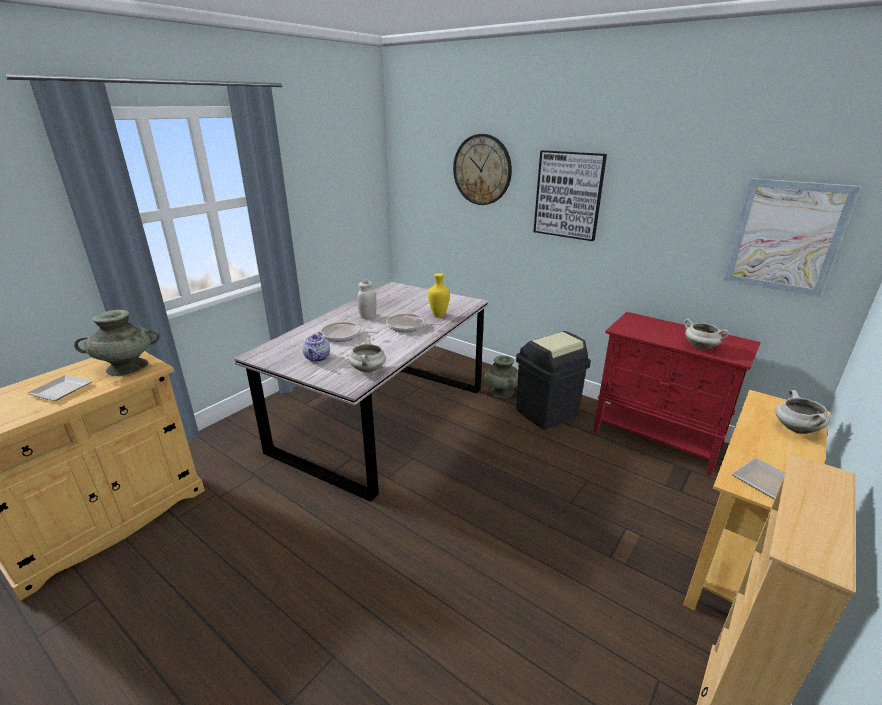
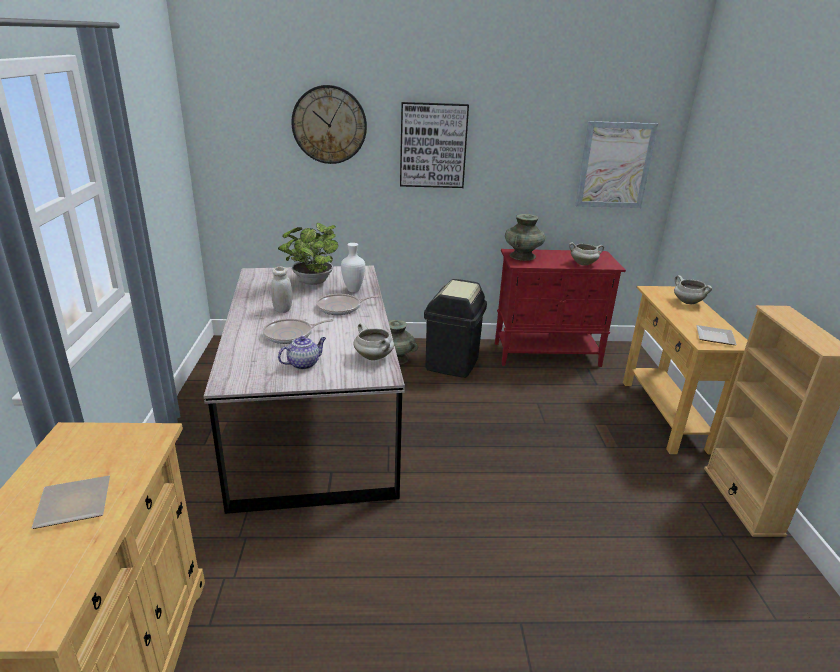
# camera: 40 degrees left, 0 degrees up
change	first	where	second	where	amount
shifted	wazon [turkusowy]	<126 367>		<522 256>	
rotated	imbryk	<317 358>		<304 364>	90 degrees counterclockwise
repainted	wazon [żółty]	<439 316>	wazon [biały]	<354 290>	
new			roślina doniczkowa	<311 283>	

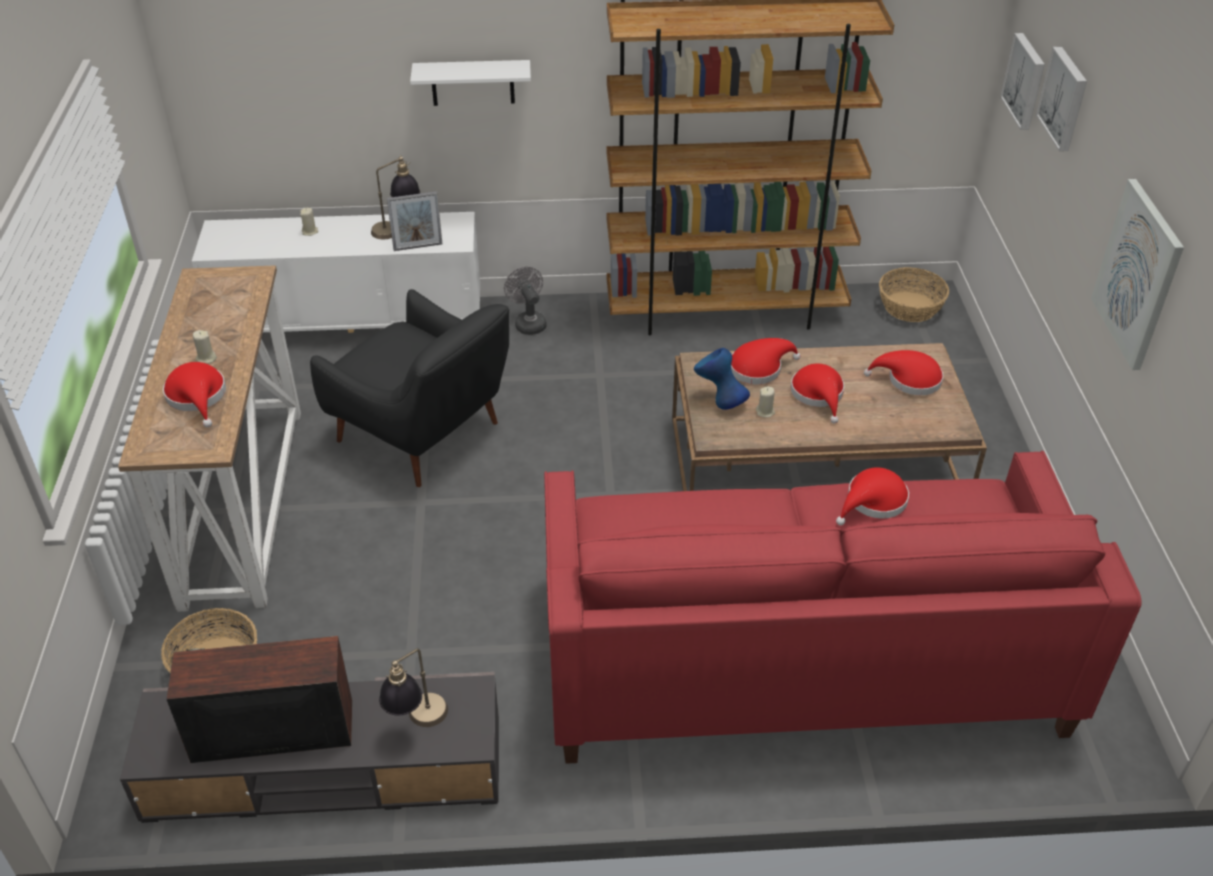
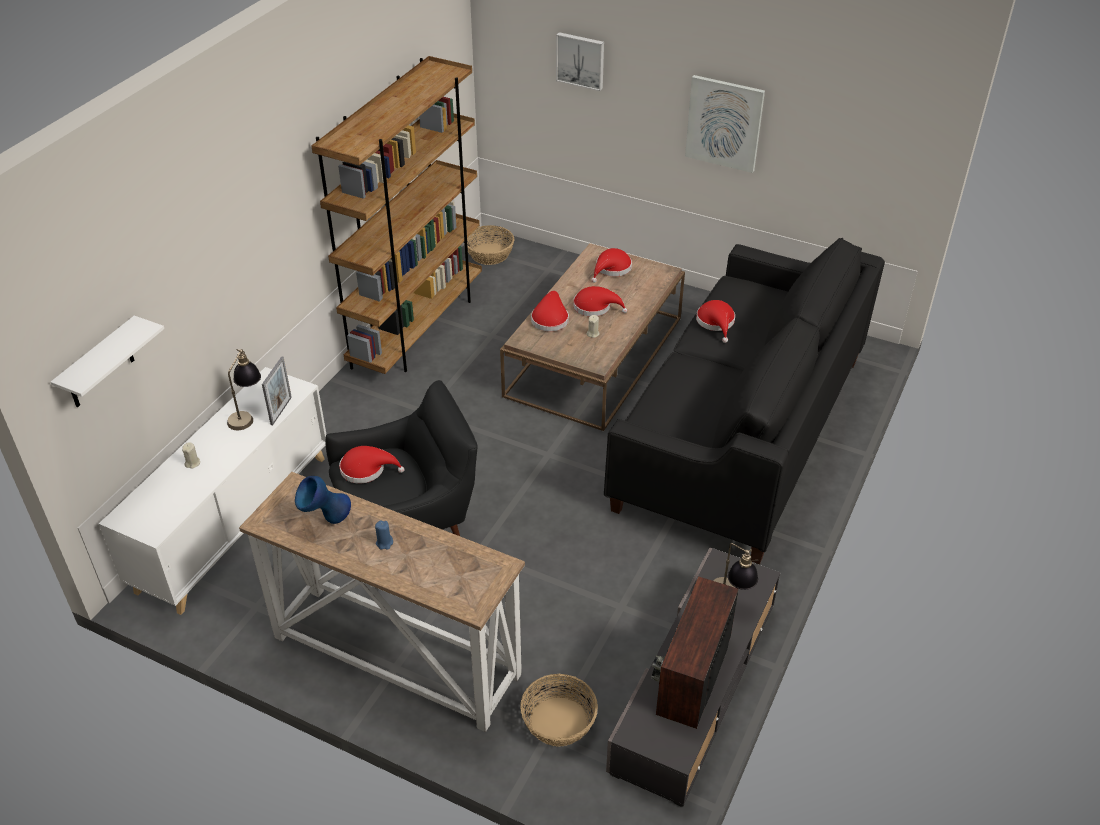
# camera: 60 degrees left, 0 degrees up
change	first	where	second	where	amount
shifted	kapelusz [czerwony]	<198 397>		<366 469>	
repainted	świeca [beżowy]	<206 358>	świeca [niebieski]	<384 543>	
shifted	półka [biały]	<472 82>		<99 365>	
gone	wentylator [szary]	<528 323>			
repainted	kanapa [czerwony]	<799 656>	kanapa [czarny]	<740 432>	
shifted	wazon [niebieski]	<719 402>		<326 520>	
gone	obraz	<1026 81>			

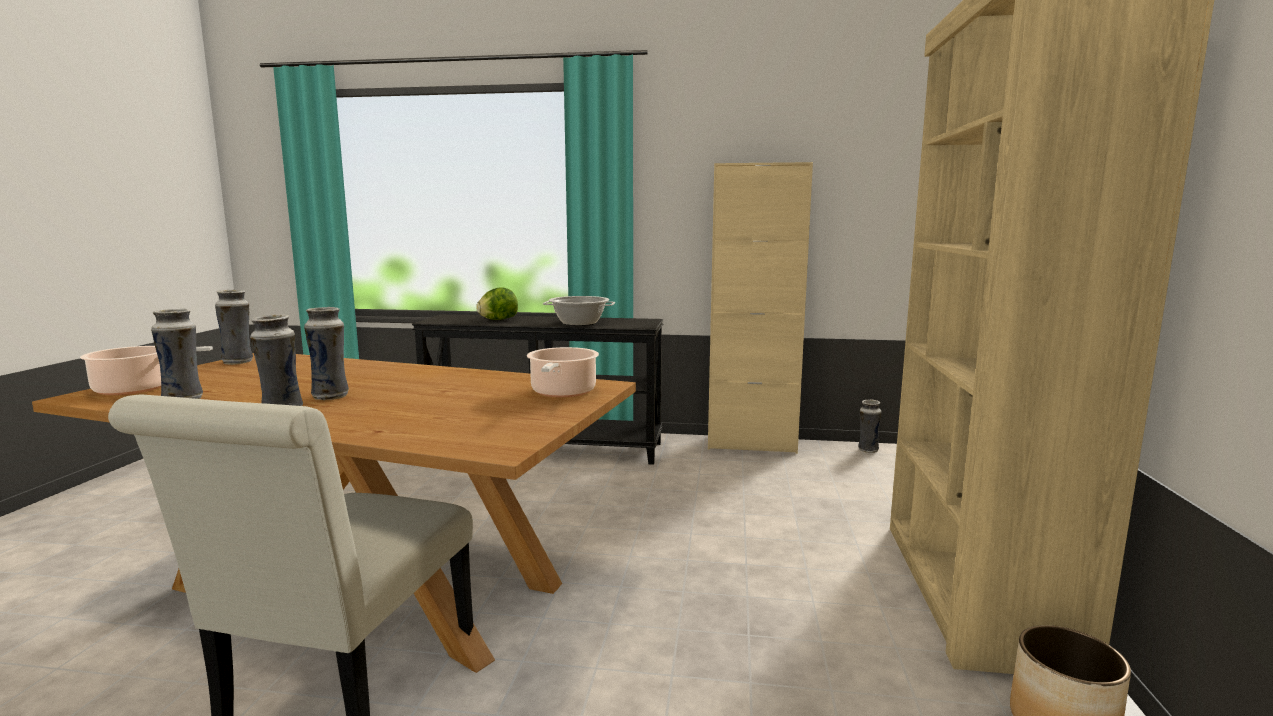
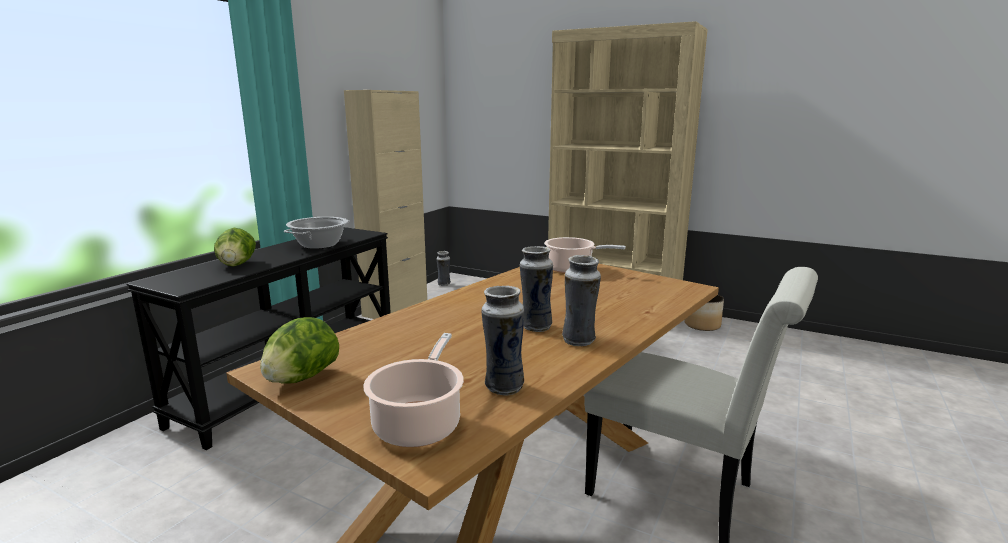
# camera: 70 degrees left, 5 degrees up
change	first	where	second	where	amount
swapped	wazon	<238 362>	sałata	<302 378>	

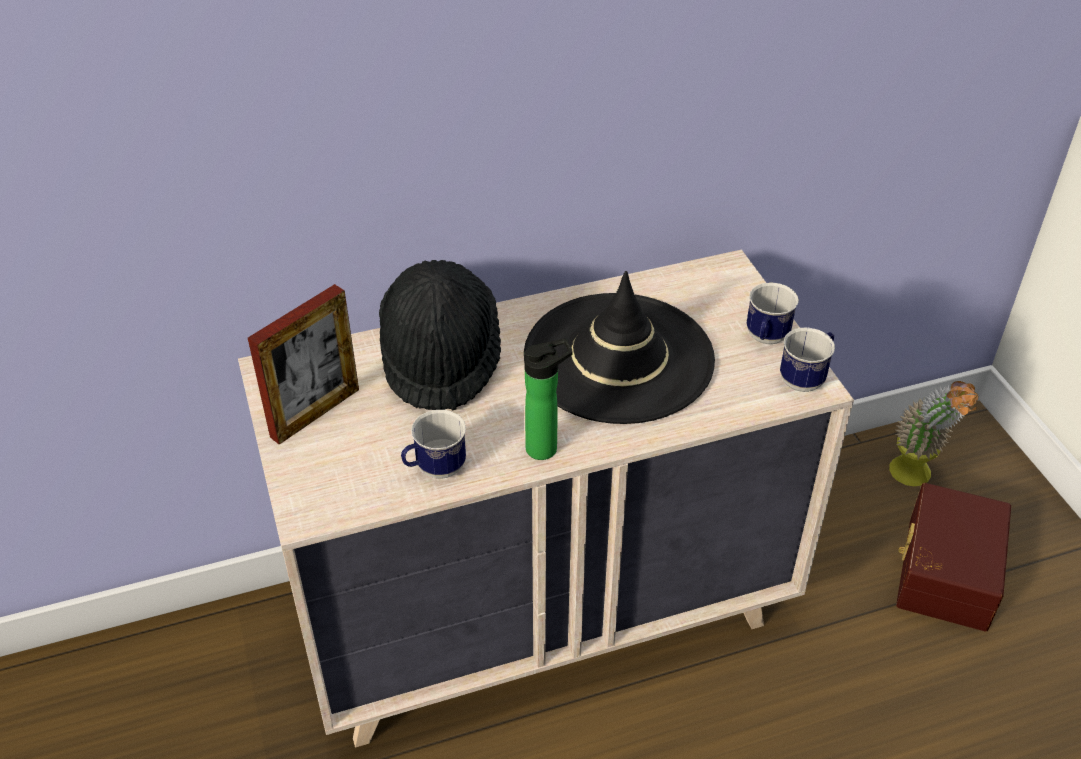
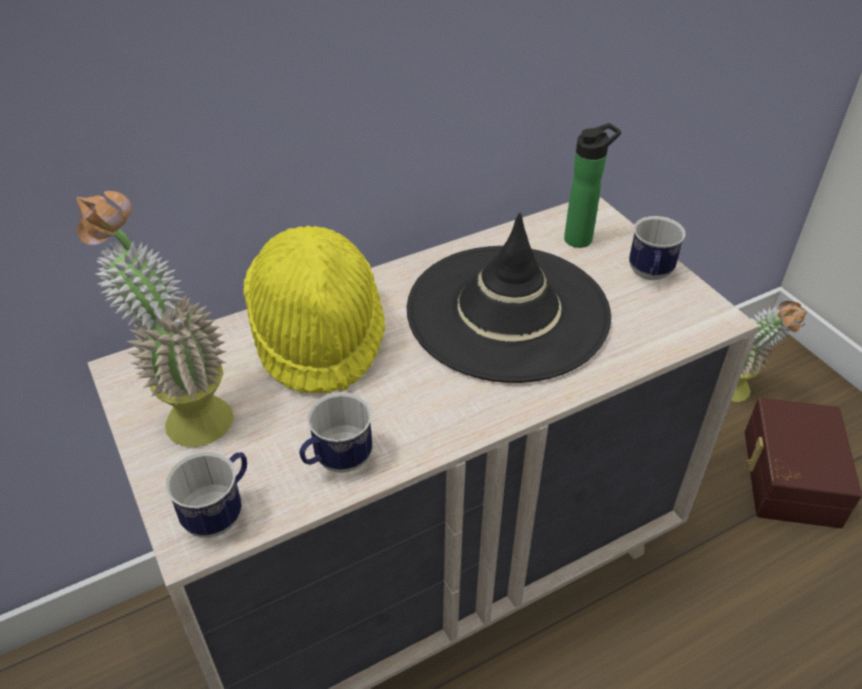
# camera: 10 degrees left, 0 degrees up
change	first	where	second	where	amount
swapped	ramka na zdjęcie	<315 413>	roślina doniczkowa	<186 413>	
repainted	kapelusz [czarny]	<440 358>	kapelusz [żółty]	<317 334>	
shifted	butelka	<546 447>		<581 238>	
shifted	kubek	<806 378>		<221 513>	

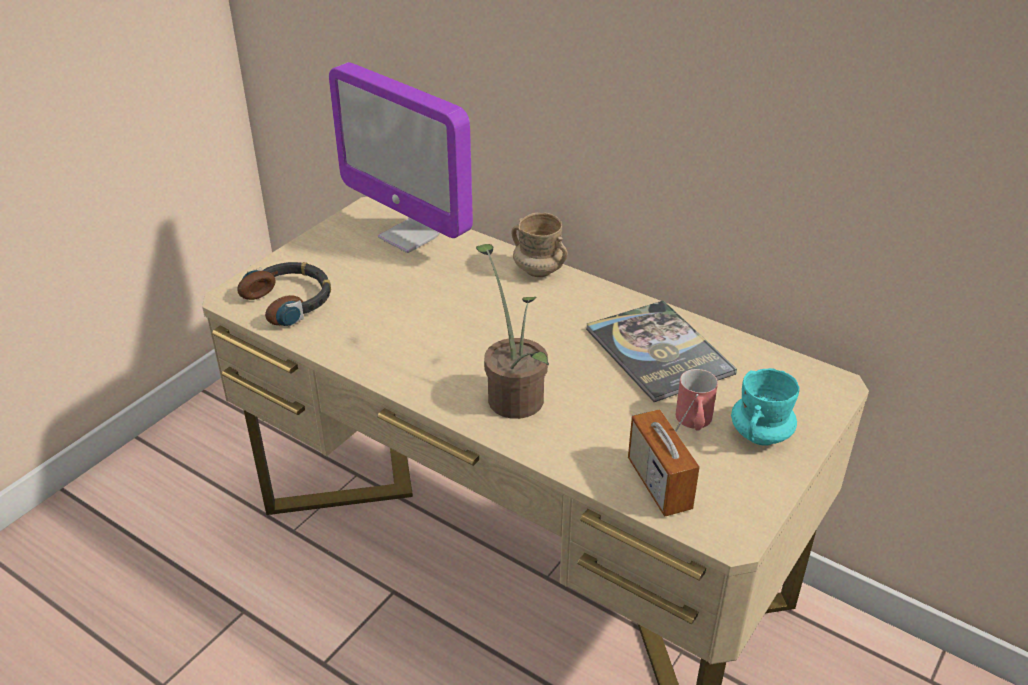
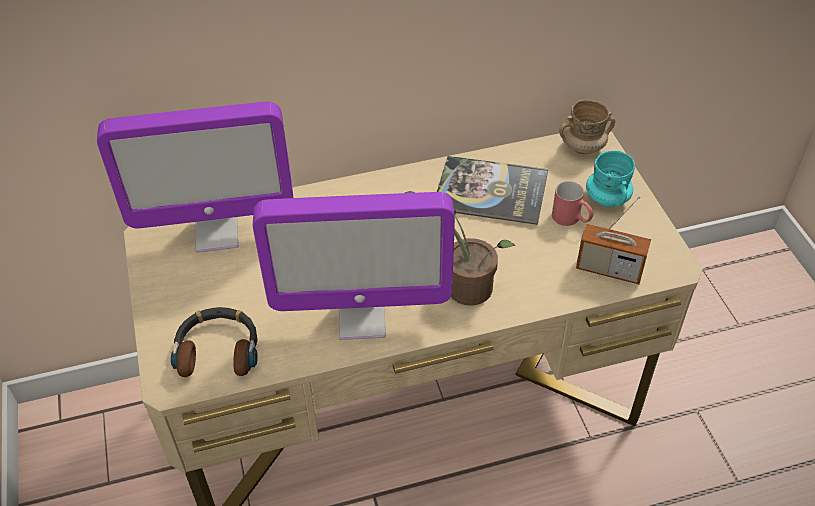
# camera: 50 degrees left, 10 degrees up
change	first	where	second	where	amount
shifted	kubek [beżowy]	<538 270>		<583 147>	
new			monitor	<362 319>	

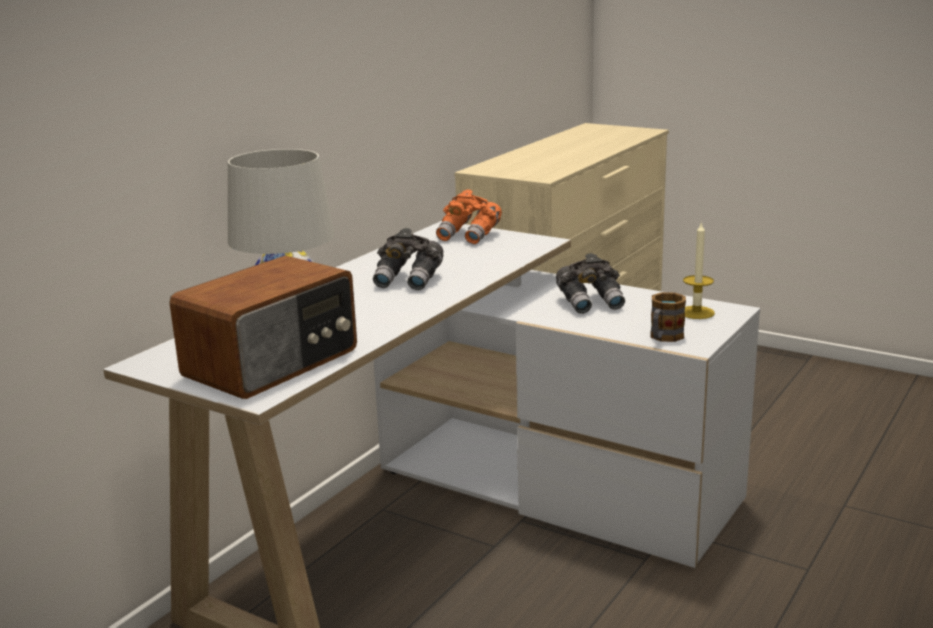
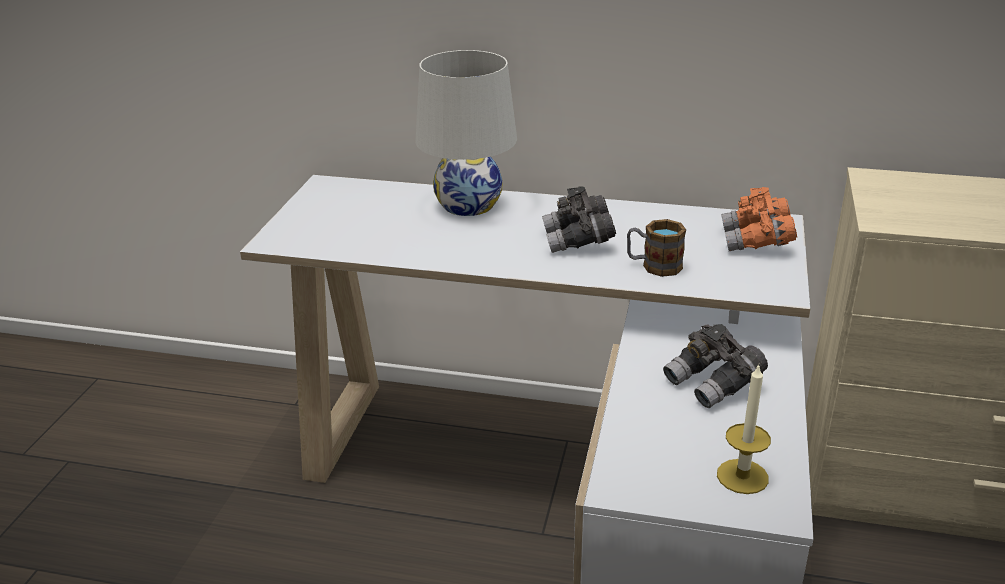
# camera: 70 degrees right, 10 degrees up
change	first	where	second	where	amount
gone	radio	<274 363>			
shifted	kubek	<664 338>		<653 266>	

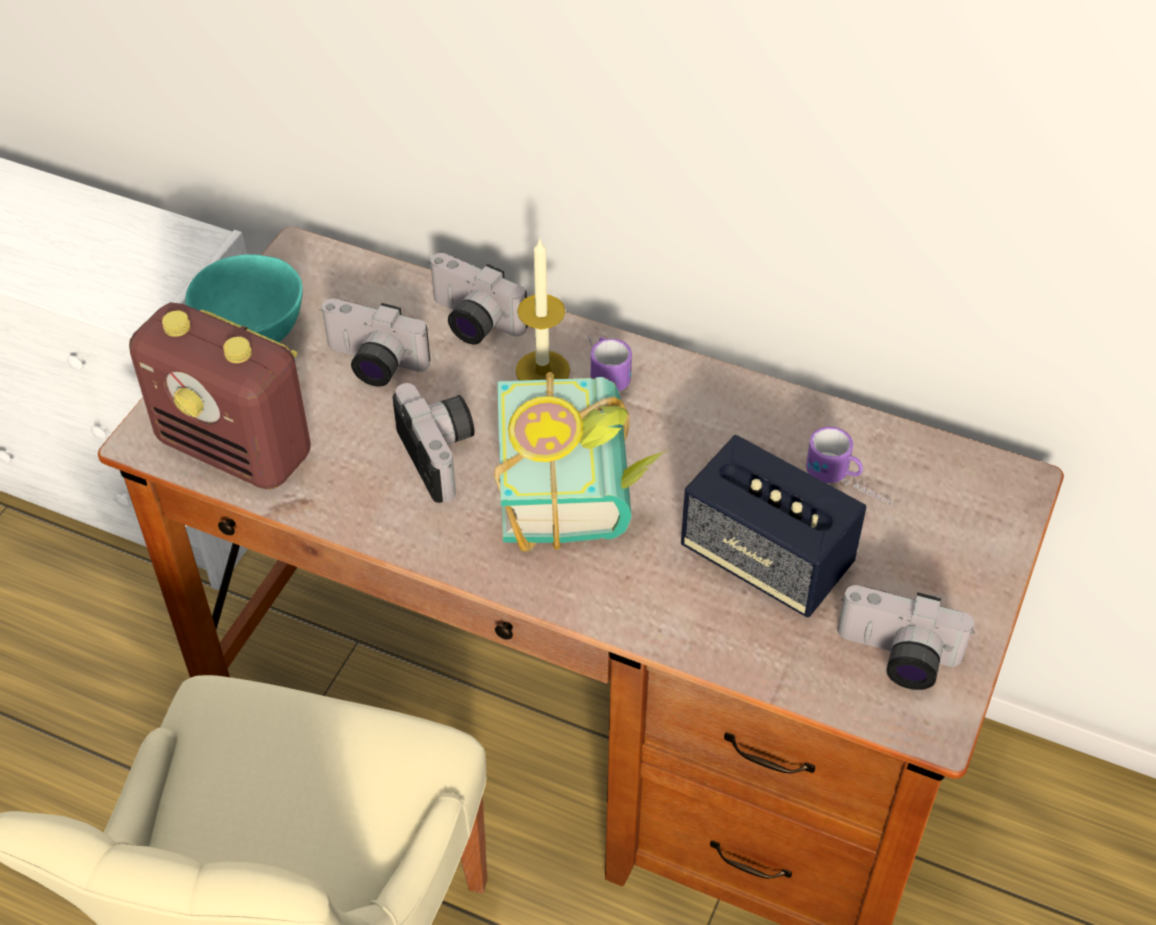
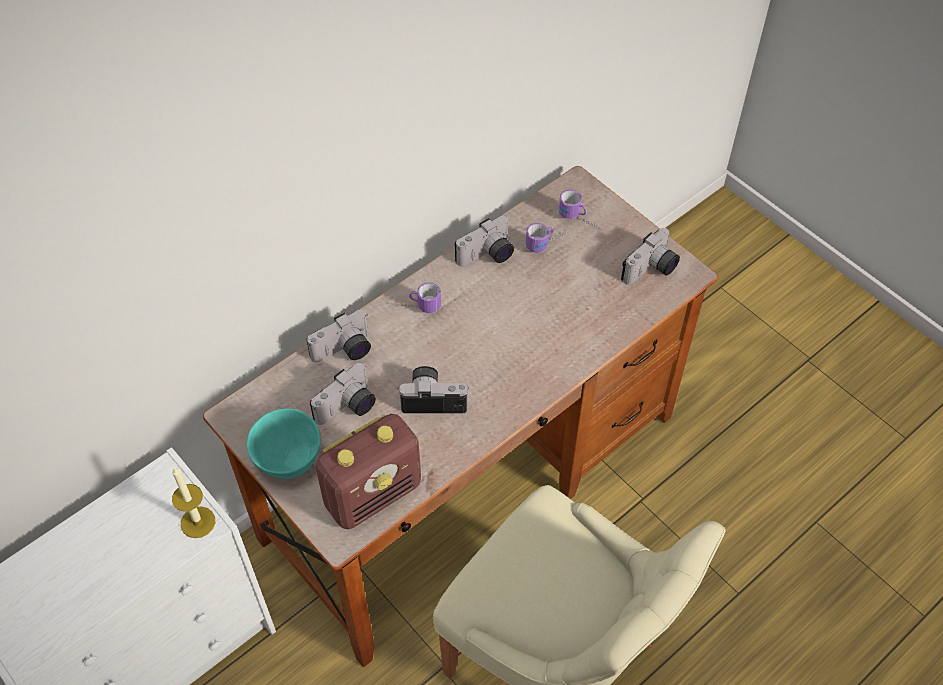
# camera: 65 degrees left, 5 degrees up
change	first	where	second	where	amount
gone	książka	<581 486>			
shifted	świeca	<542 370>		<198 522>	
gone	głośnik	<766 558>			
new			aparat fotograficzny	<487 256>	
new			kubek	<580 221>	

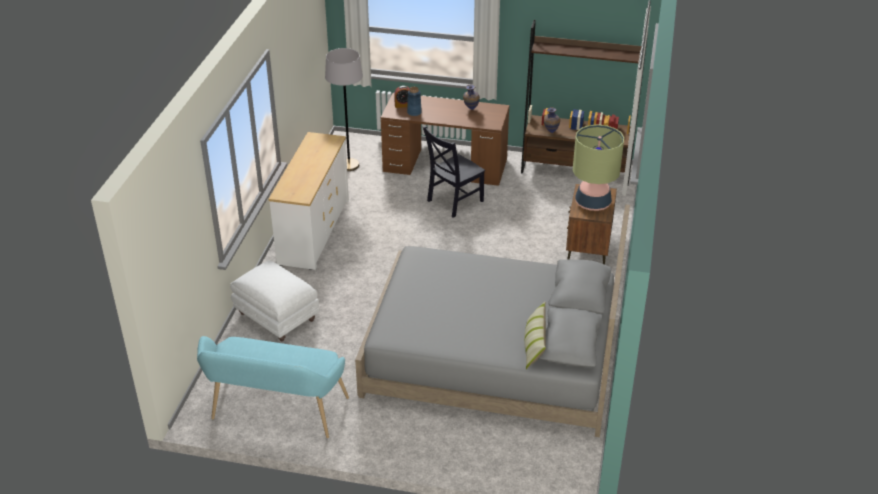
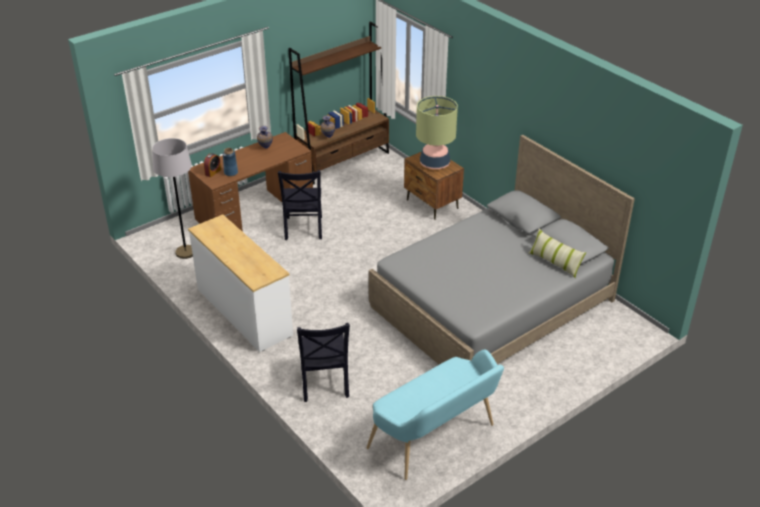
# camera: 50 degrees left, 0 degrees up
change	first	where	second	where	amount
swapped	pufa [biały]	<276 317>	krzesło [czarny]	<324 384>	

